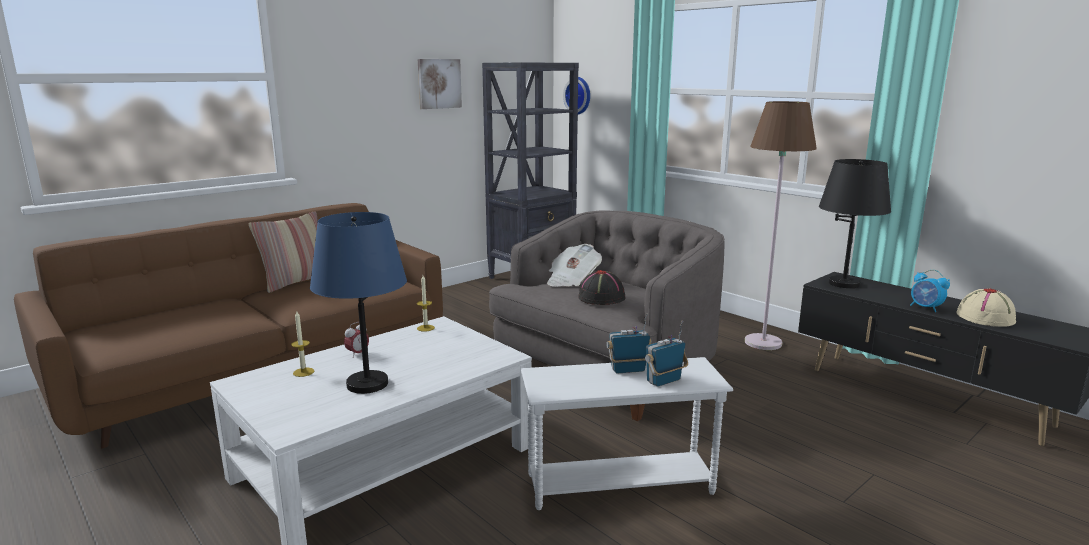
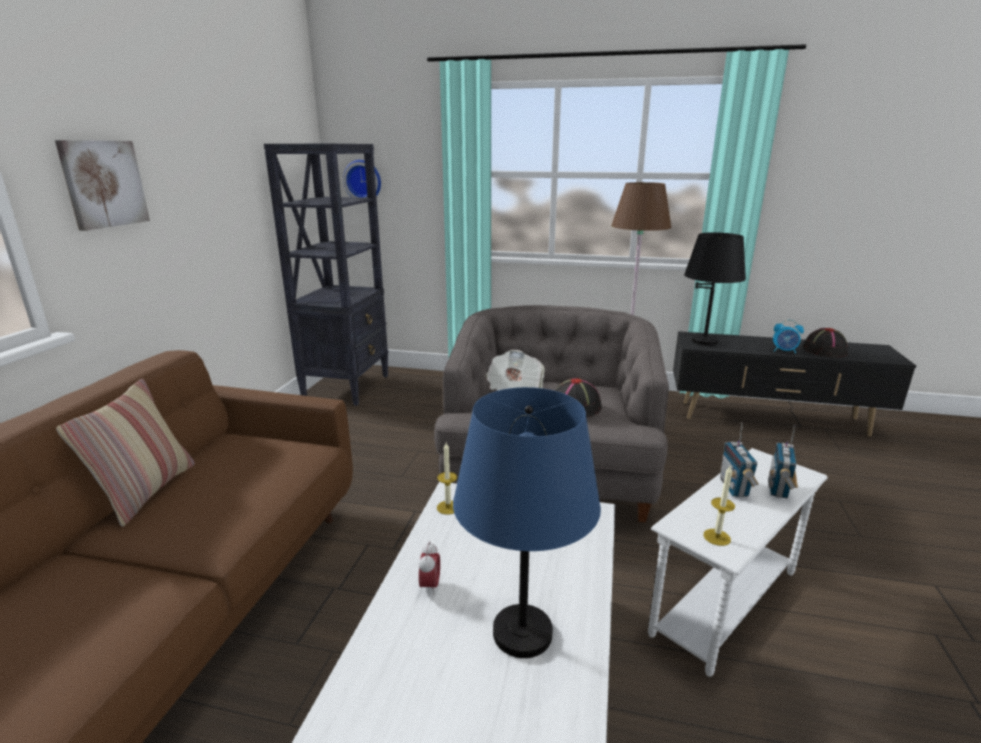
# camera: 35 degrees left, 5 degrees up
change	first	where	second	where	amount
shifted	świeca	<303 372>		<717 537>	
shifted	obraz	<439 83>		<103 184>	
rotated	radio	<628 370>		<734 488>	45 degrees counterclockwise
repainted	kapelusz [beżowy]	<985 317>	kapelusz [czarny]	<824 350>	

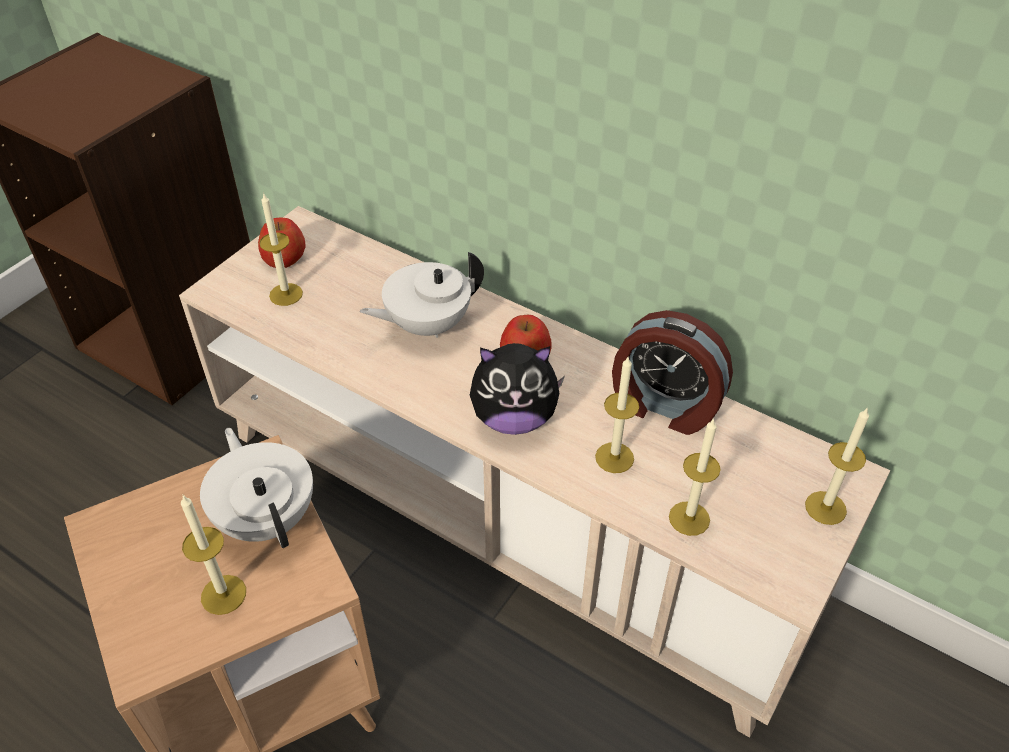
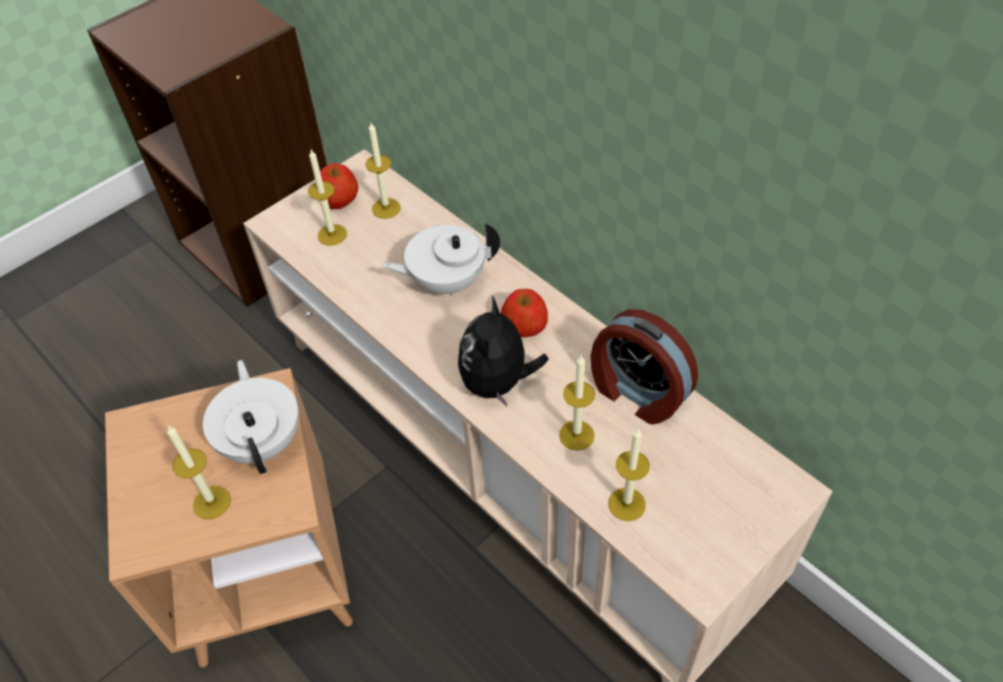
# camera: 15 degrees right, 5 degrees up
change	first	where	second	where	amount
rotated	pluszak	<514 418>		<498 383>	90 degrees clockwise
shifted	świeca	<825 508>		<386 208>	

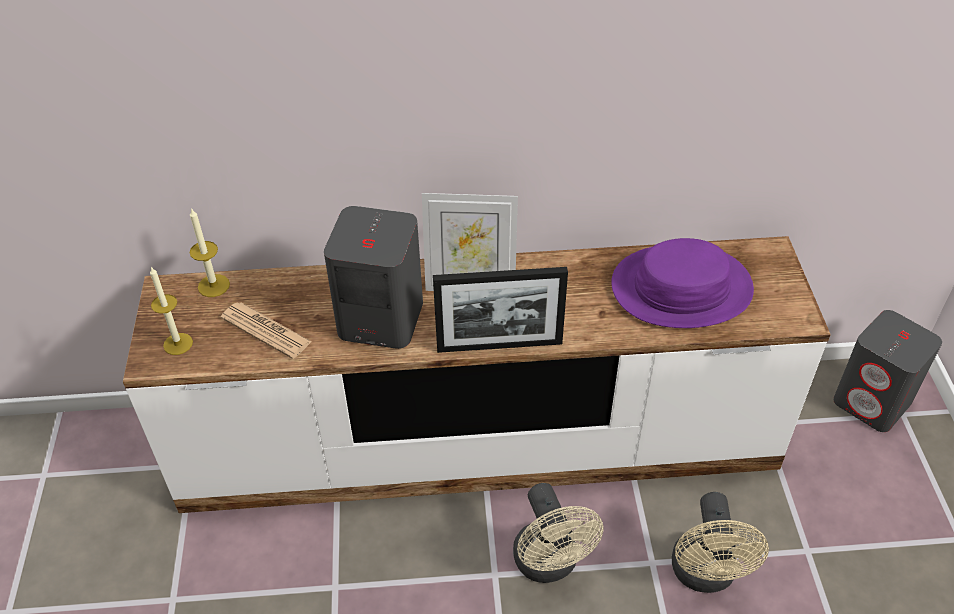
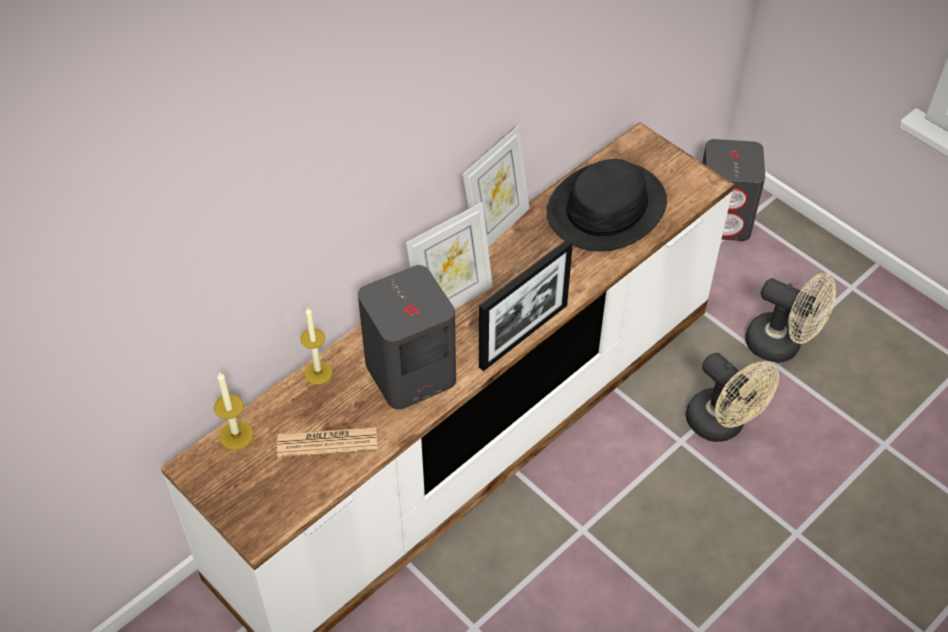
# camera: 40 degrees left, 5 degrees up
change	first	where	second	where	amount
shifted	świeca	<178 344>		<318 373>	
shifted	wentylator [beżowy]	<549 565>		<782 345>	
repainted	kapelusz [fioletowy]	<681 288>	kapelusz [czarny]	<607 208>	
new			ramka na zdjęcie	<496 228>	

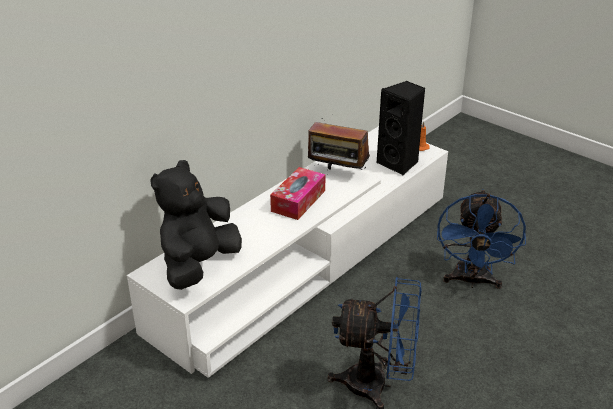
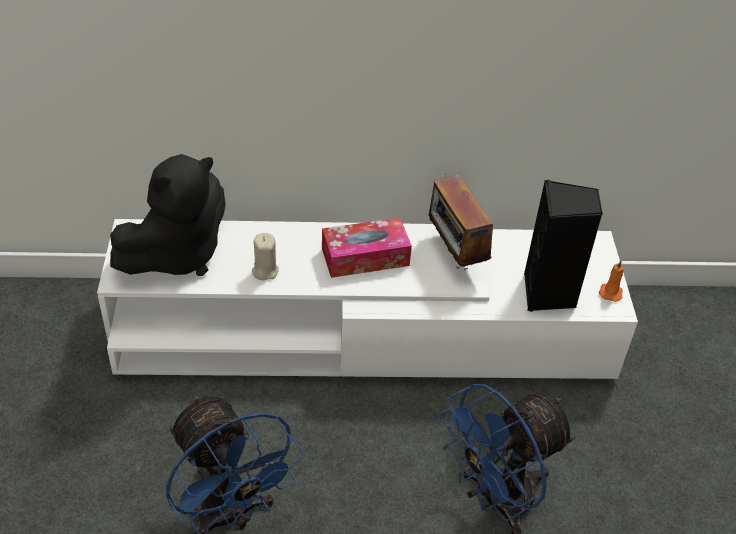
# camera: 45 degrees right, 10 degrees up
change	first	where	second	where	amount
rotated	pluszak [czarny]	<198 265>		<177 255>	150 degrees clockwise
new			świeca [beżowy]	<265 271>	

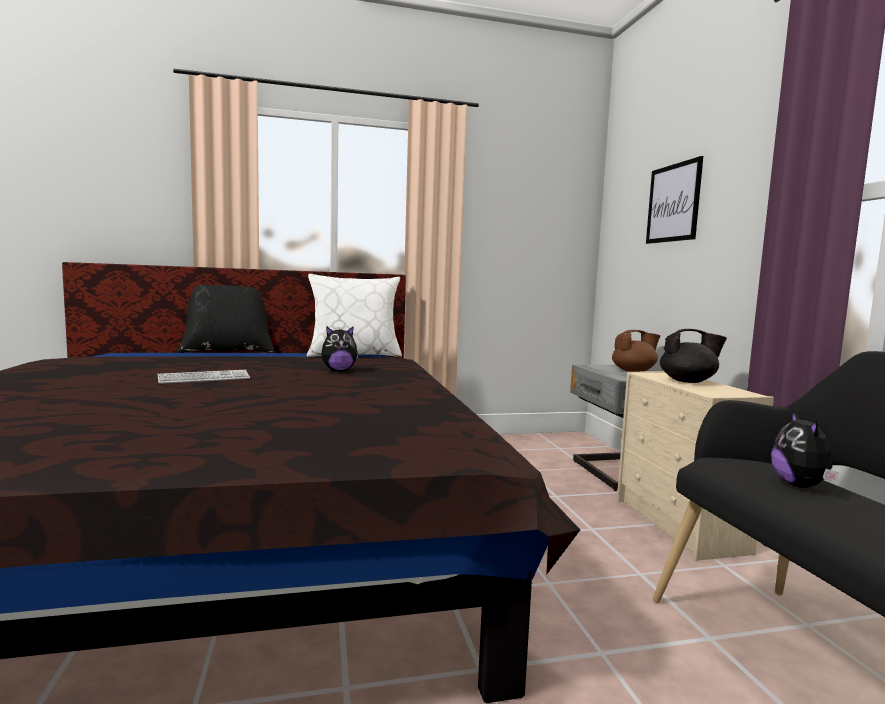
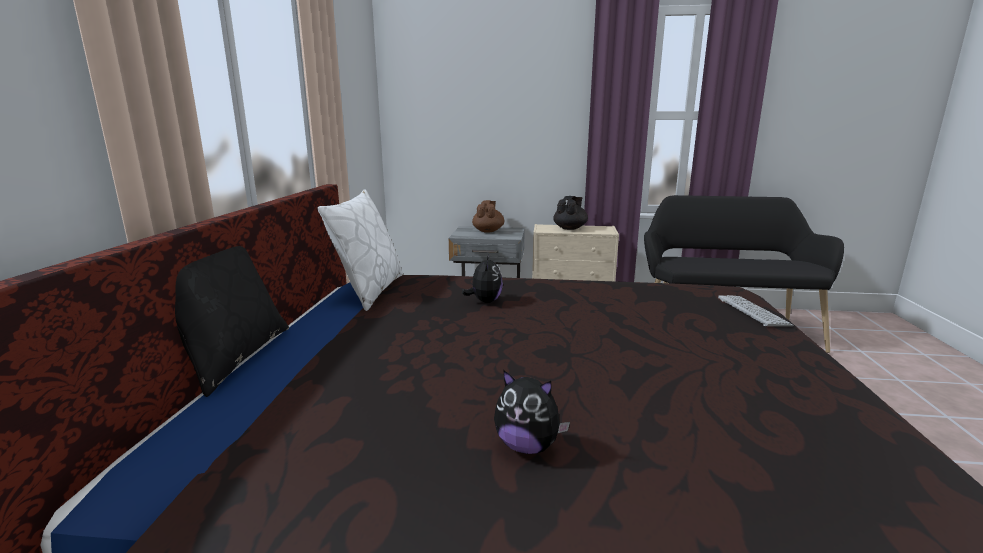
# camera: 70 degrees left, 10 degrees up
change	first	where	second	where	amount
shifted	klawiatura	<204 378>		<753 312>	
gone	obraz	<673 203>			
shifted	pluszak	<800 486>		<527 446>	

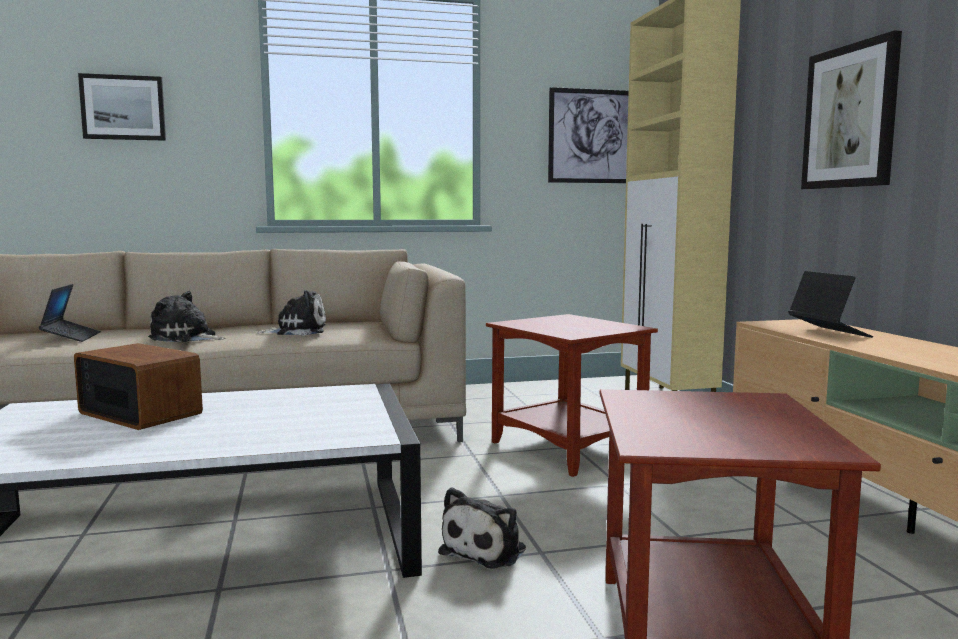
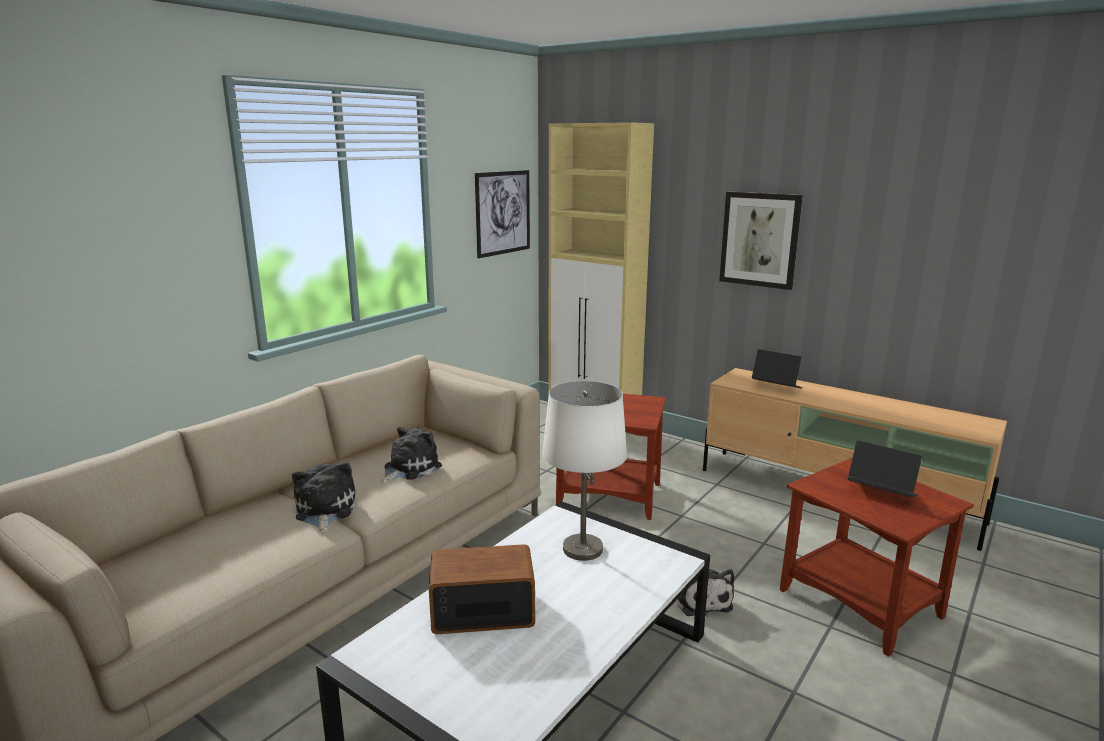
# camera: 40 degrees left, 10 degrees up
change	first	where	second	where	amount
shifted	laptop	<71 337>		<881 493>	
gone	obraz	<123 108>			
rotated	pluszak	<185 338>		<324 511>	105 degrees clockwise
new			lampa stołowa [biały]	<582 549>	

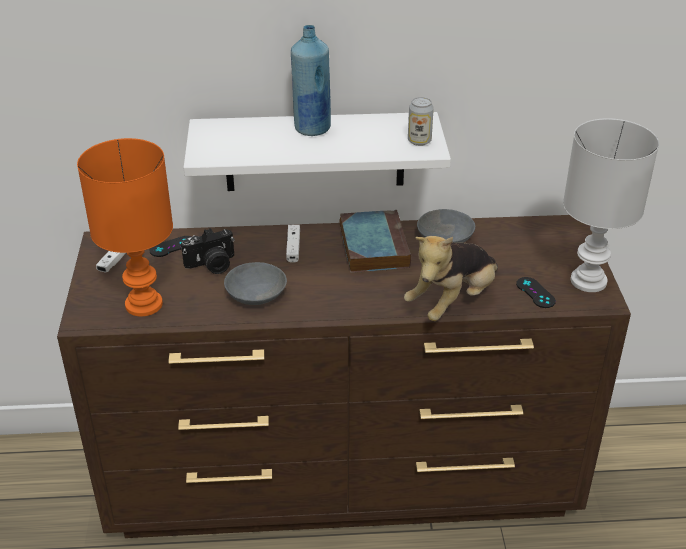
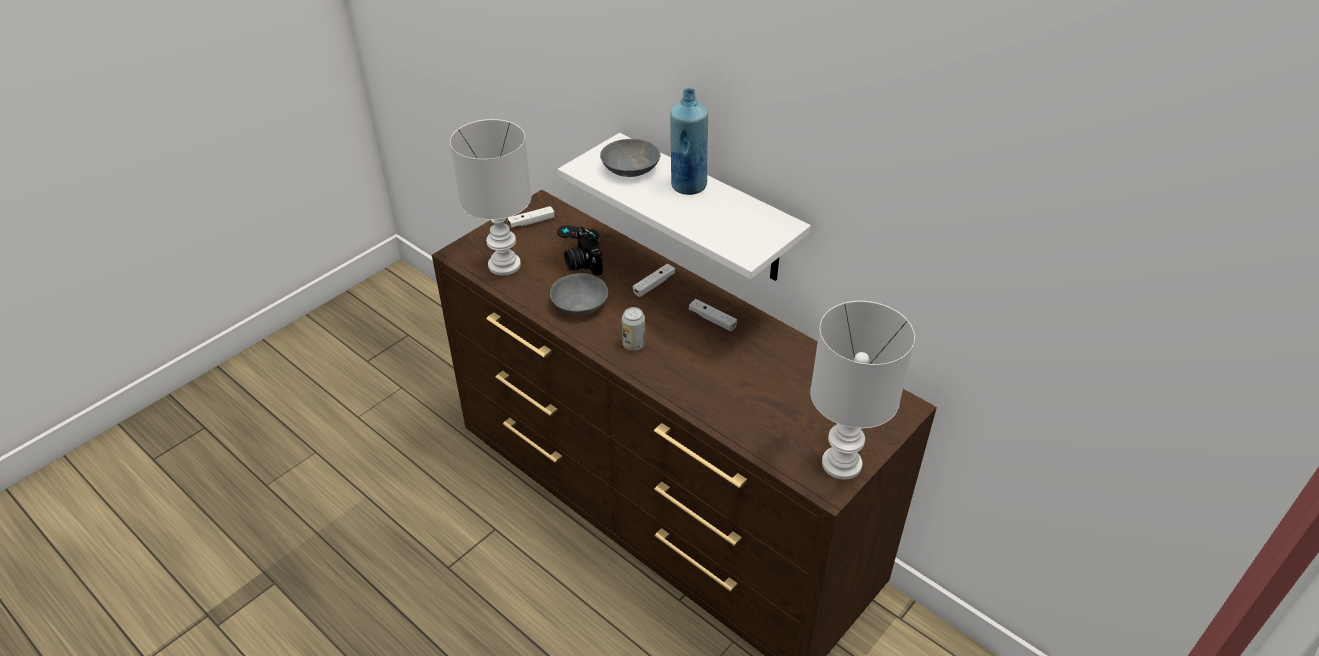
# camera: 45 degrees right, 5 degrees up
change	first	where	second	where	amount
repainted	lampa stołowa [pomarańczowy]	<144 303>	lampa stołowa [biały]	<505 264>	
rotated	aparat fotograficzny	<212 265>		<582 263>	45 degrees clockwise
swapped	książka	<373 246>	pad do gier [biały]	<712 319>	
gone	pluszak	<452 301>			
shifted	puszka	<419 141>		<633 344>	
shifted	miska [szary]	<445 237>		<631 168>	
gone	pad do gier [czarny]	<535 293>			

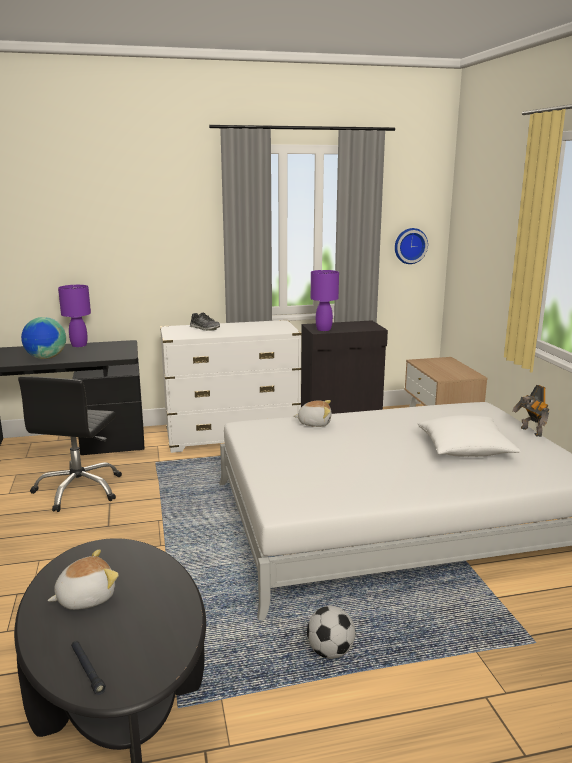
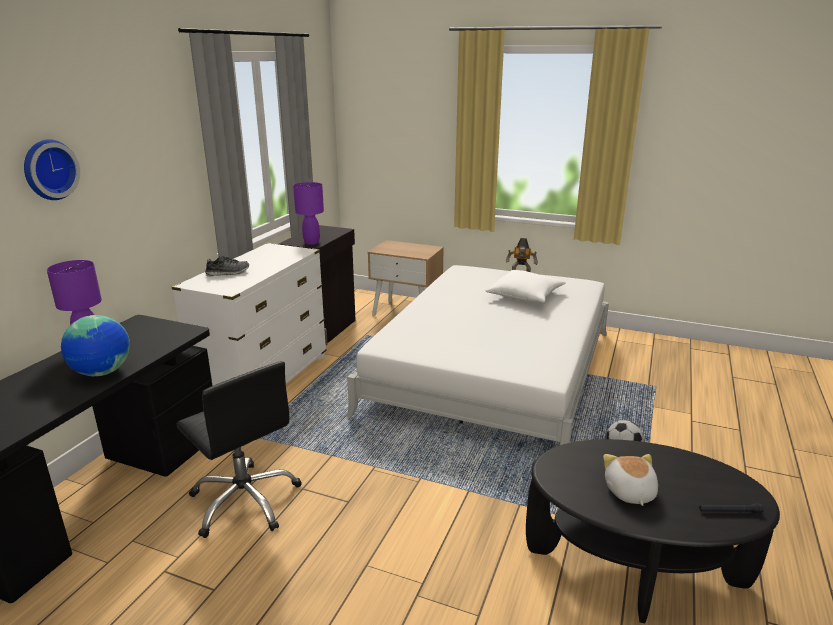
# camera: 55 degrees left, 5 degrees up
change	first	where	second	where	amount
gone	pluszak	<314 423>			
shifted	zegar ścienny	<410 245>		<48 169>	

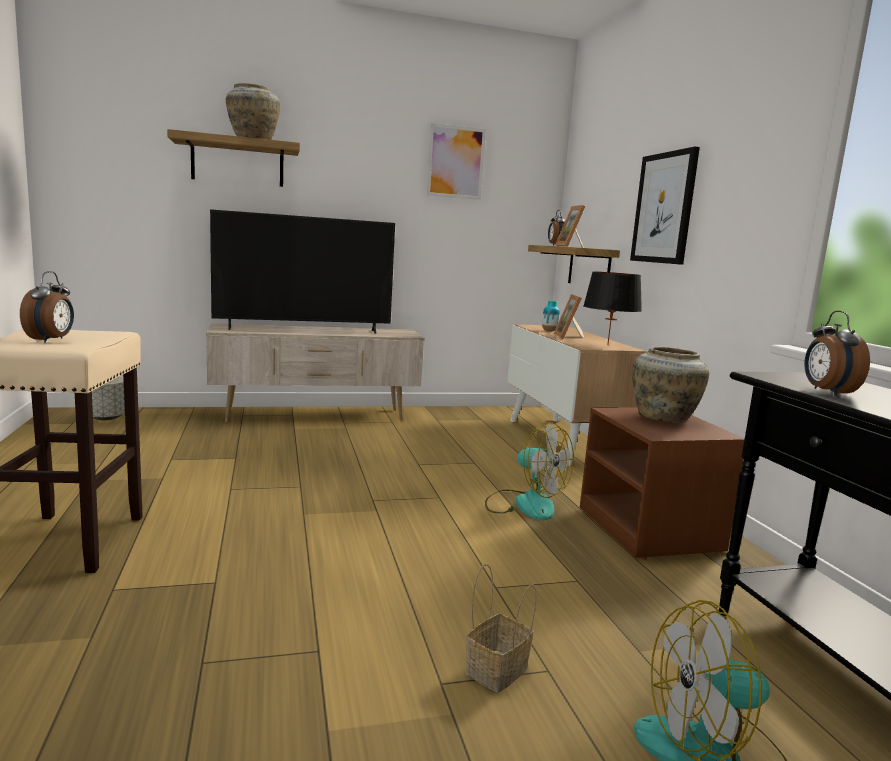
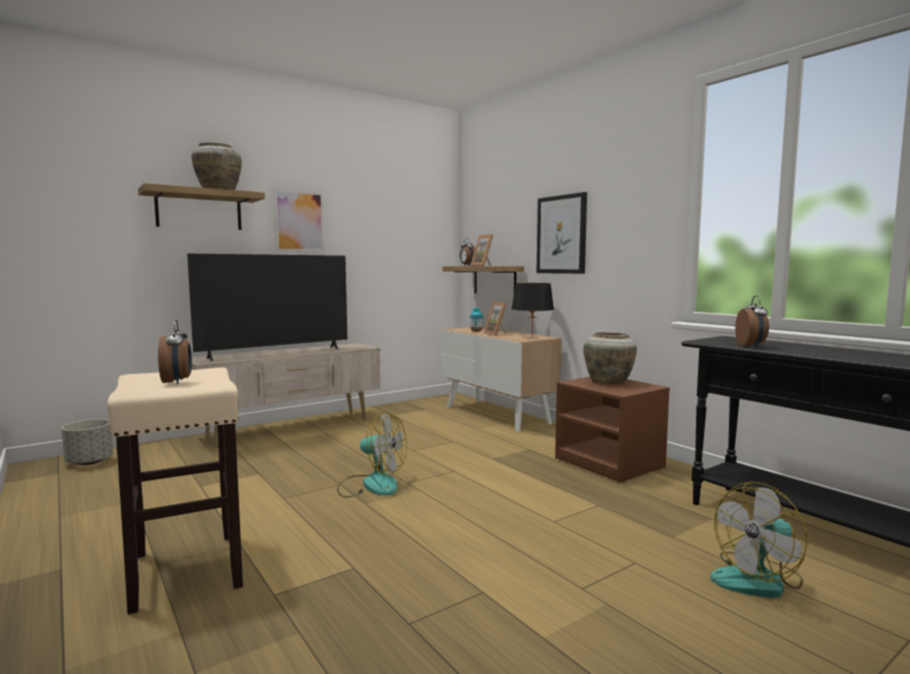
# camera: 20 degrees left, 5 degrees down
change	first	where	second	where	amount
shifted	obraz	<455 162>		<299 221>	
gone	koszyk	<496 672>			
shifted	wentylator	<525 504>		<371 485>	
rotated	budzik	<827 392>		<751 346>	150 degrees counterclockwise

